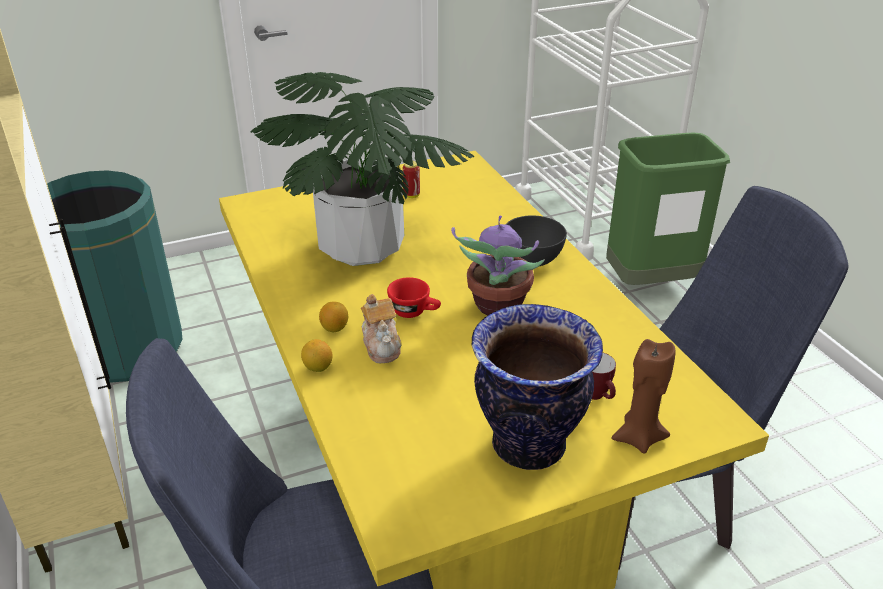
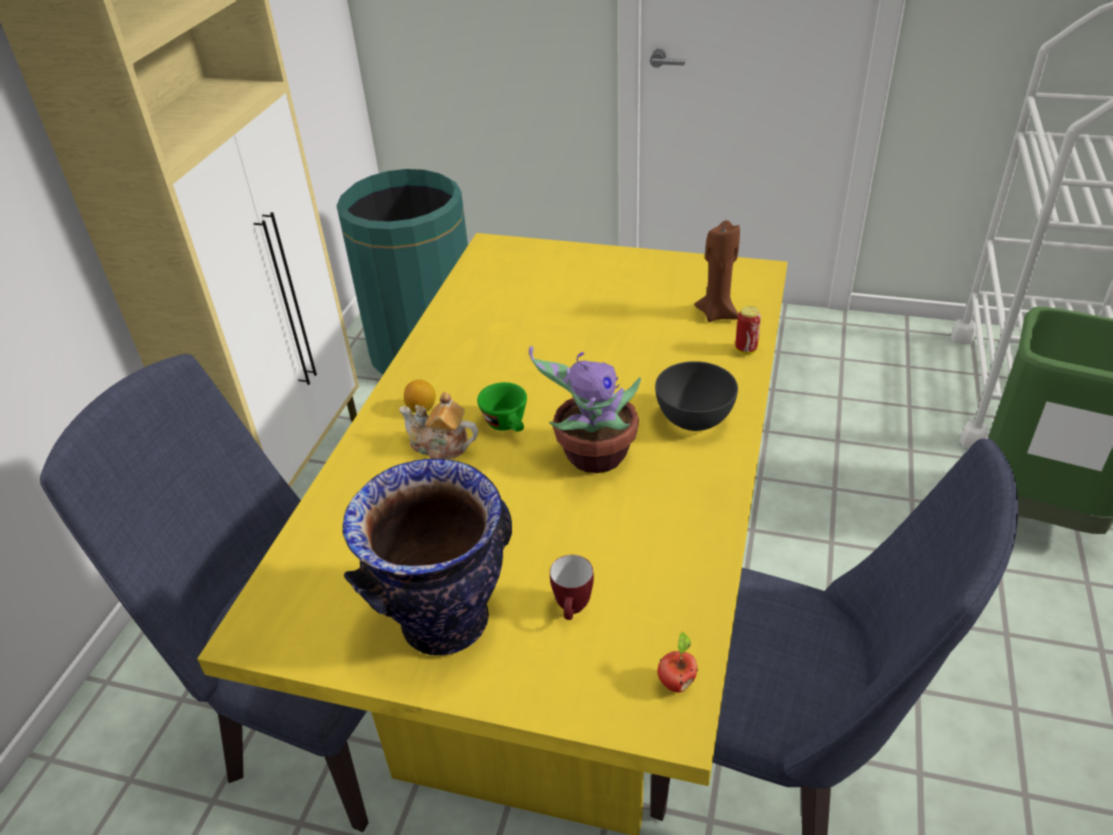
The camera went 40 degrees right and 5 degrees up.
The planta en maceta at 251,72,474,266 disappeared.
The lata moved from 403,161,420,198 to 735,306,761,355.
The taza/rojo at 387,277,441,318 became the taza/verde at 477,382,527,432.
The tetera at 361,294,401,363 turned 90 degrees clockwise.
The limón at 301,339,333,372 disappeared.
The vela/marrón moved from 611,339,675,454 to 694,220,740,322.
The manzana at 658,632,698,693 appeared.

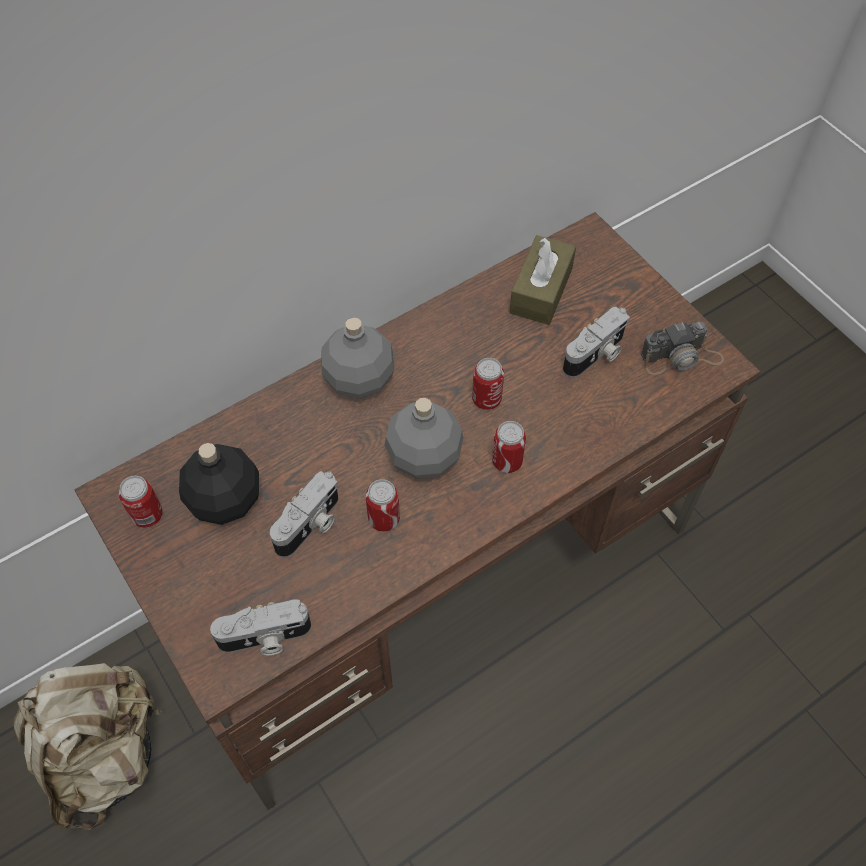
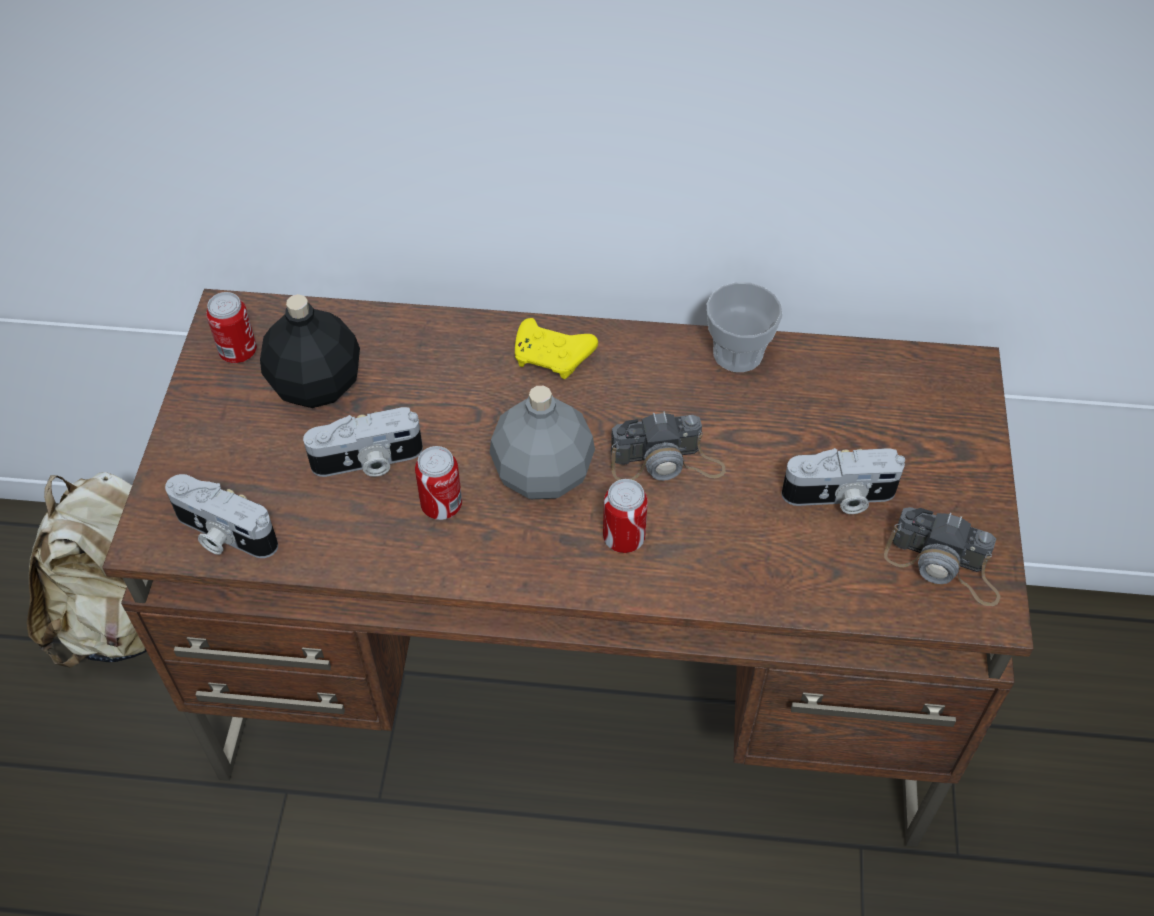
The camera went 40 degrees right and 5 degrees down.
The caja de pañuelos/marrón at 509,235,576,325 disappeared.
The botella/gris at 321,317,394,399 was replaced by the mando de consola/amarillo at 515,318,598,379.
The lata at 472,358,504,410 was replaced by the cámara at 611,412,726,481.
The taza at 707,282,782,372 appeared.

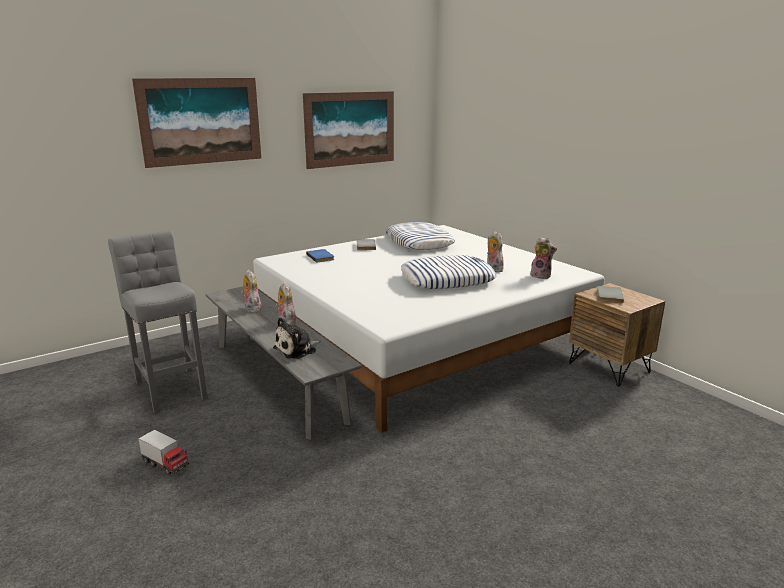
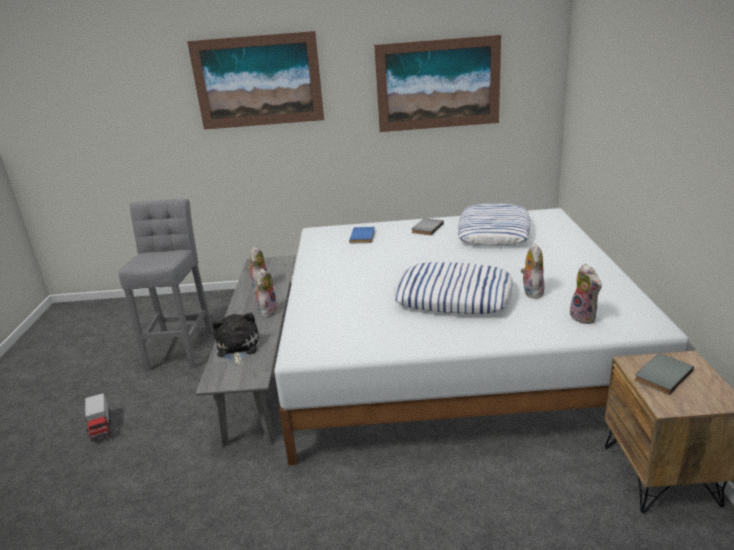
The camera went 35 degrees right and 5 degrees up.
The peluche at 273,317,321,359 turned 90 degrees clockwise.

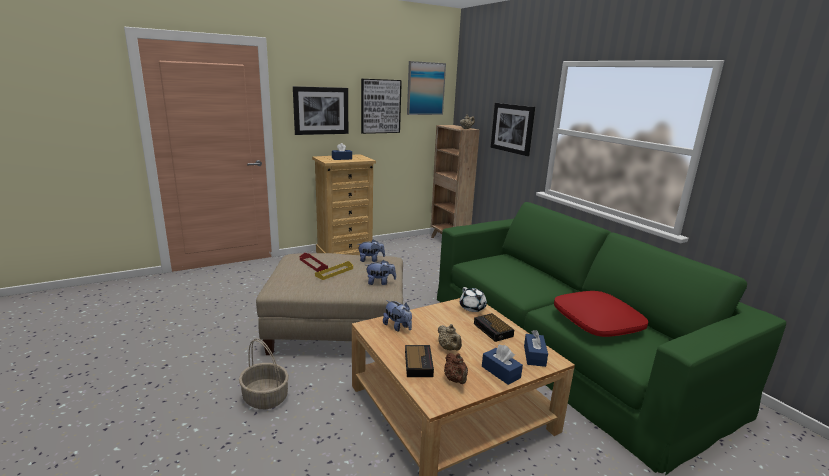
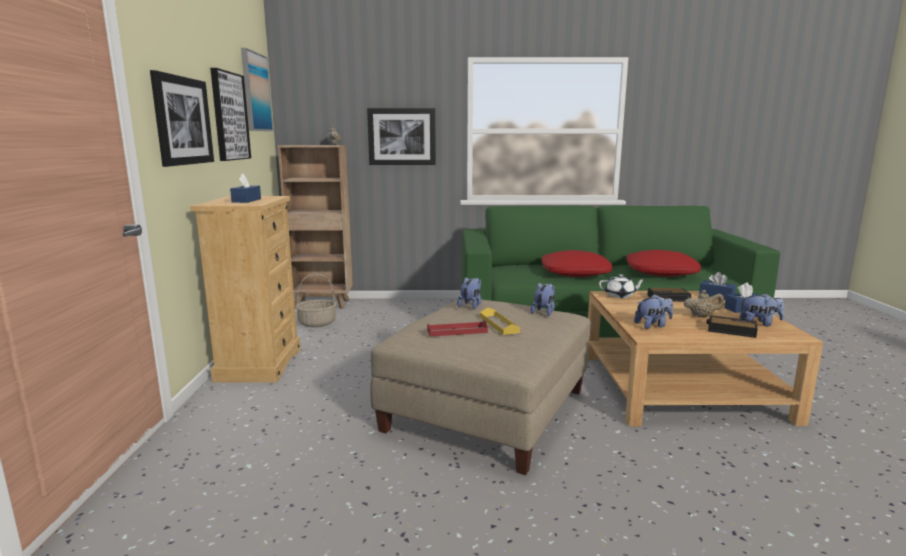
The camera went 60 degrees left and 5 degrees down.
The cesta moved from 239,338,289,409 to 296,273,337,327.
The tetera/marrón at 444,353,468,384 was replaced by the peluche at 740,293,784,326.
The cojín/rojo at 541,250,612,277 appeared.

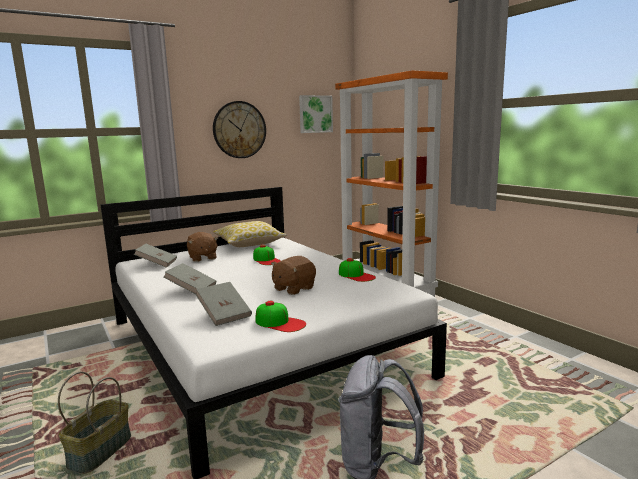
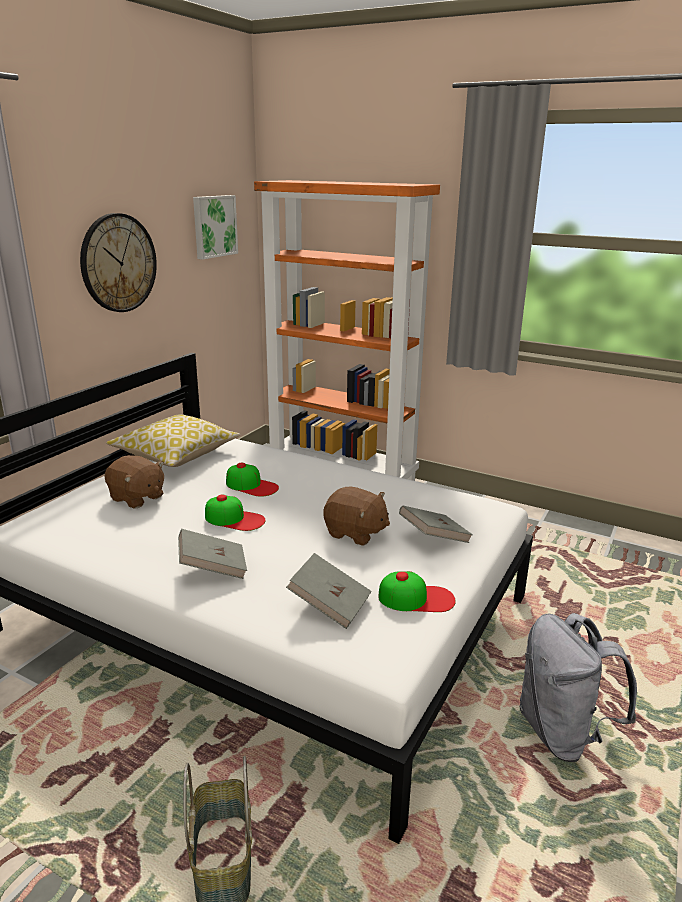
The camera went 30 degrees left and 10 degrees up.
The libro/gris moved from 134,244,177,268 to 399,505,473,543.
The peluche/marrón at 271,256,316,295 turned 75 degrees counterclockwise.
The gorra moved from 339,258,376,282 to 205,494,266,531.

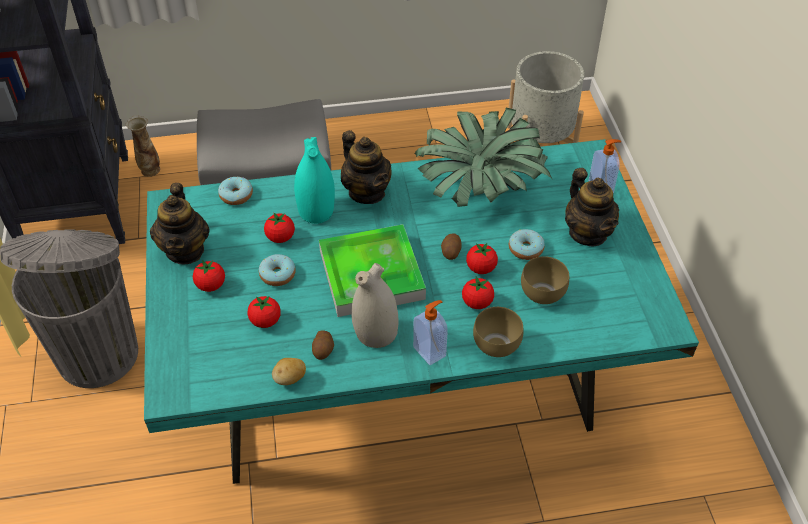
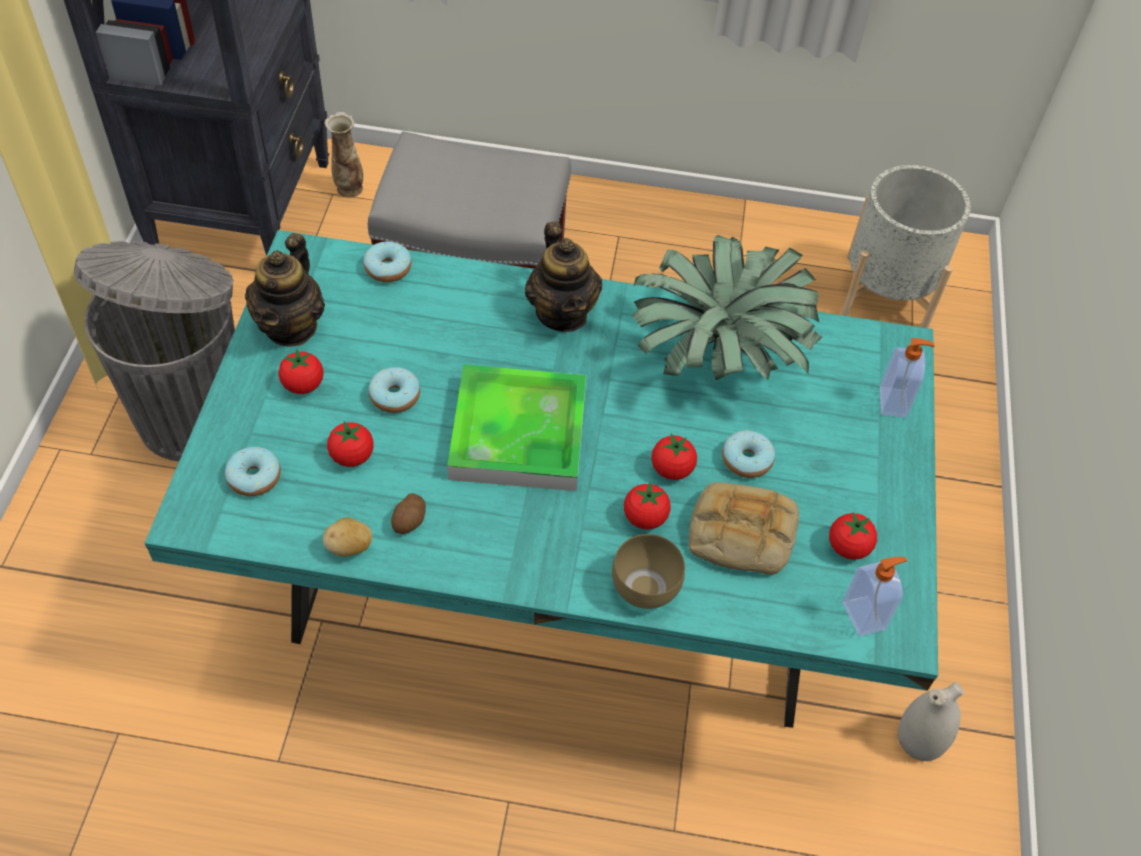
The camera went 15 degrees right and 5 degrees up.
The florero/turquesa at 294,137,335,224 disappeared.
The tetera at 565,168,619,246 disappeared.
The tomate moved from 264,213,295,243 to 829,512,877,560.
The patata at 441,233,462,260 disappeared.
The cuenco/marrón at 521,256,569,304 was replaced by the pan at 689,482,799,575.
The florero/blanco moved from 351,263,398,348 to 898,682,964,761.
The dispensador de jabón moved from 413,300,448,365 to 843,557,907,637.
The rosquilla at 225,447,281,496 appeared.

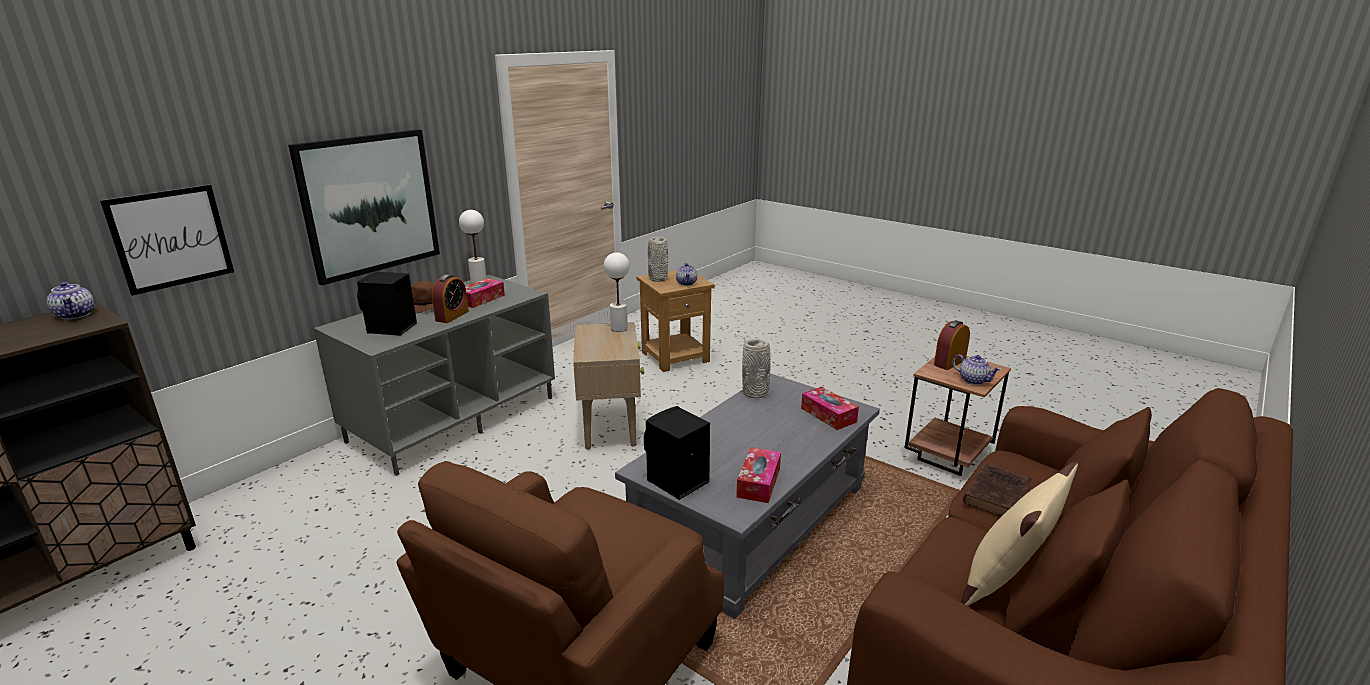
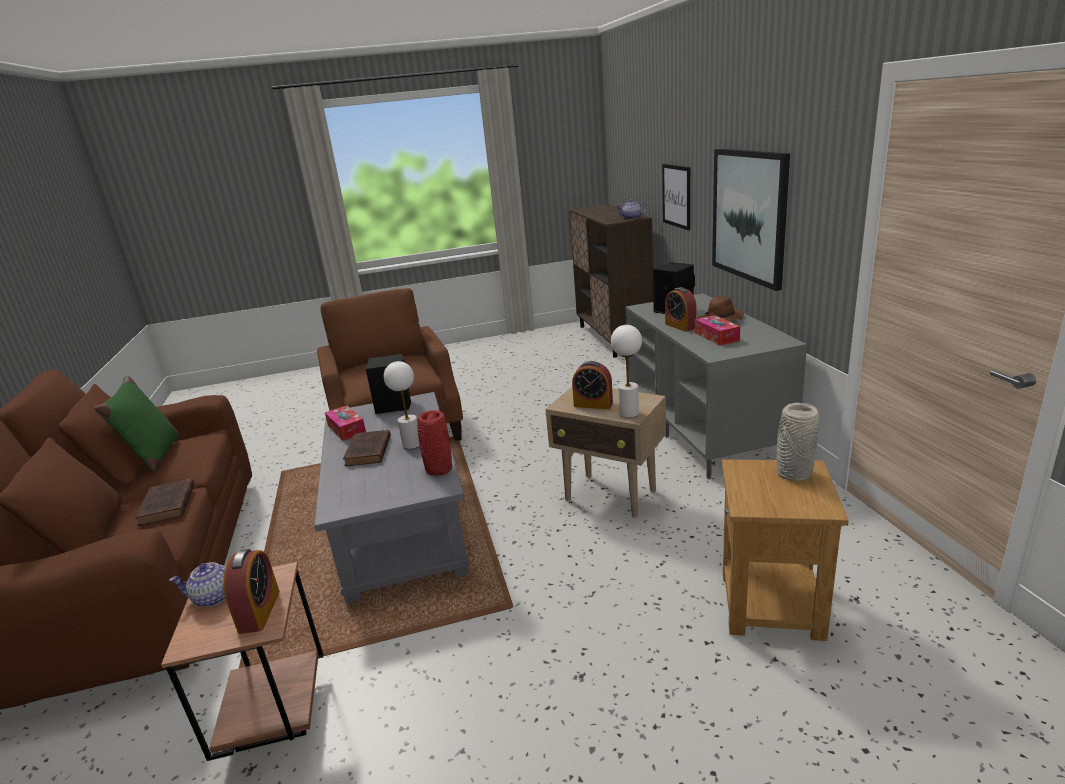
The camera went 130 degrees right and 0 degrees up.
The lámpara de mesa/blanco moved from 459,210,486,284 to 384,361,420,449.
The tetera at 676,263,697,286 disappeared.
The florero/gris at 742,339,771,398 became the florero/rojo at 417,410,452,476.
The caja de pañuelos at 801,387,859,430 disappeared.
The cojín/beis at 961,462,1078,606 became the cojín/verde at 94,376,181,472.
The despertador at 572,361,613,409 appeared.
The libro/marrón at 343,430,391,466 appeared.

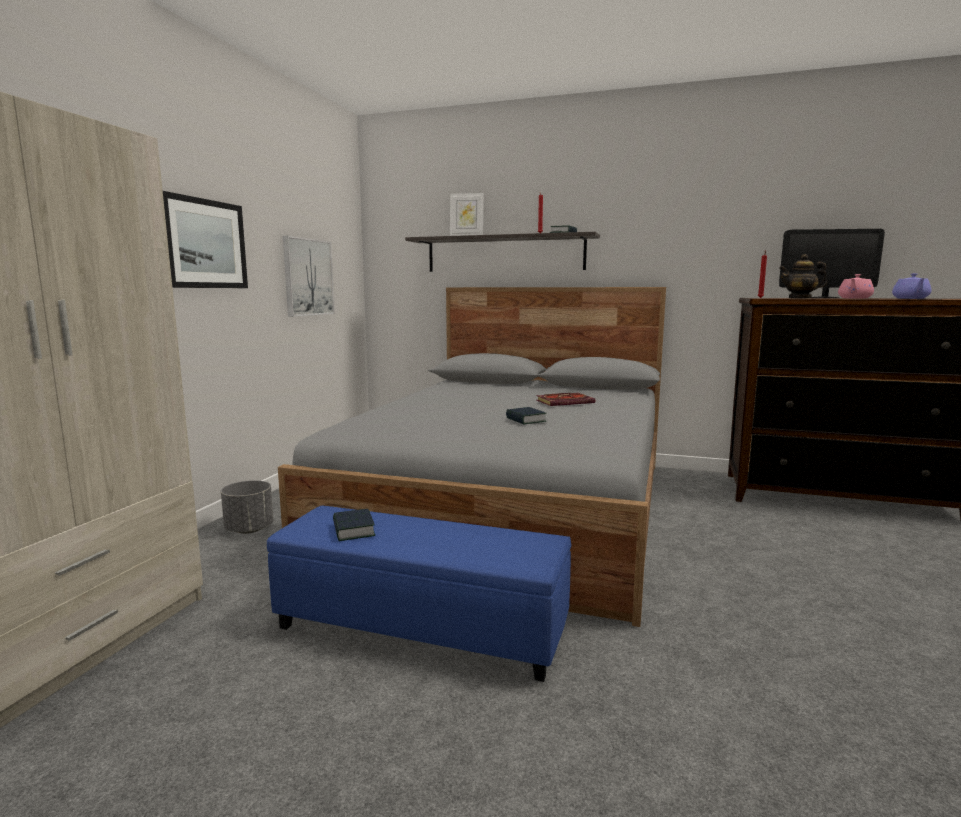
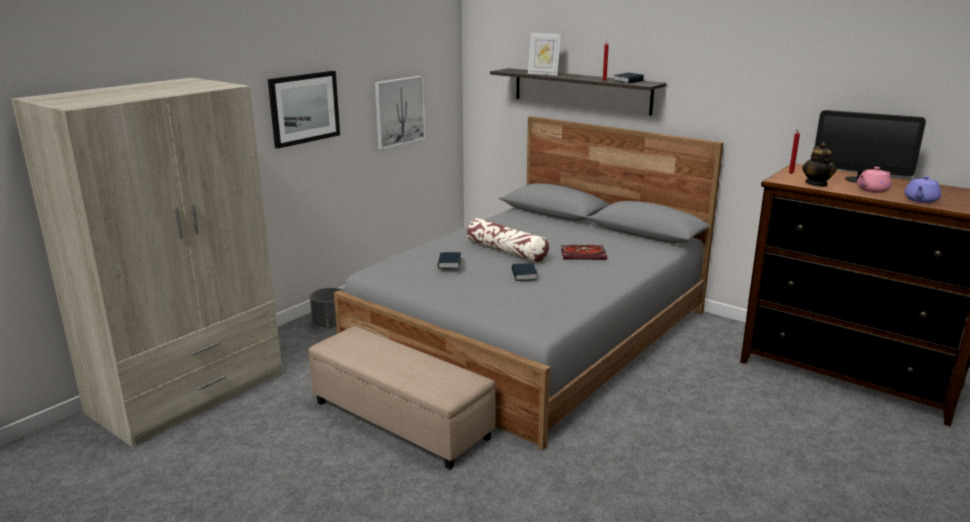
The camera went 20 degrees right and 10 degrees up.
The tetera at 779,254,827,299 turned 105 degrees counterclockwise.
The puf/azul at 267,506,571,682 became the puf/beis at 308,326,496,470.
The libro moved from 333,509,375,541 to 438,252,462,269.
The cojín at 467,218,549,263 appeared.

